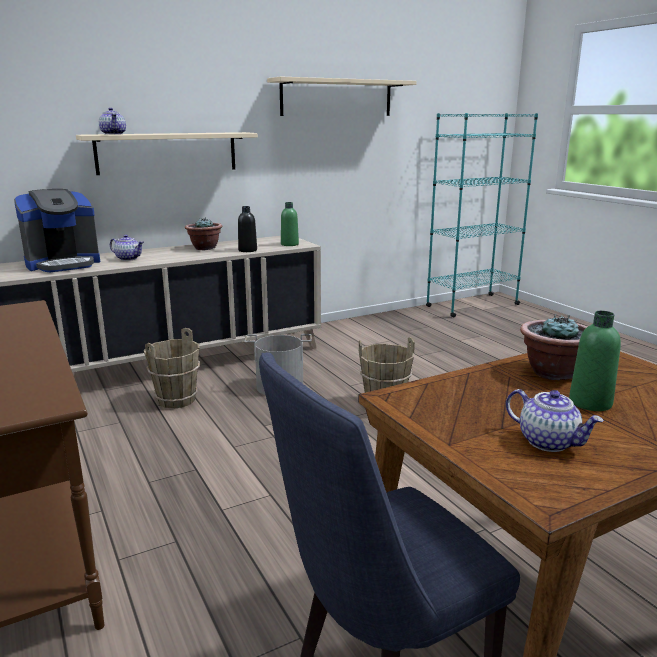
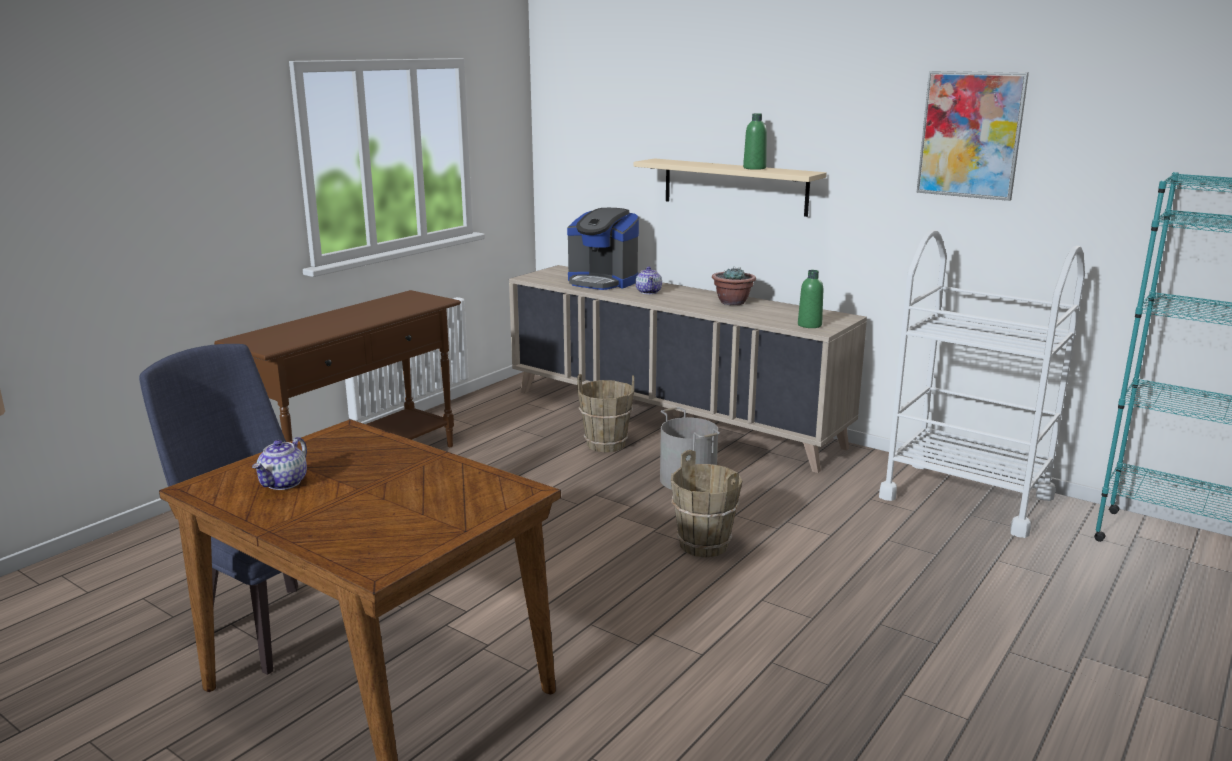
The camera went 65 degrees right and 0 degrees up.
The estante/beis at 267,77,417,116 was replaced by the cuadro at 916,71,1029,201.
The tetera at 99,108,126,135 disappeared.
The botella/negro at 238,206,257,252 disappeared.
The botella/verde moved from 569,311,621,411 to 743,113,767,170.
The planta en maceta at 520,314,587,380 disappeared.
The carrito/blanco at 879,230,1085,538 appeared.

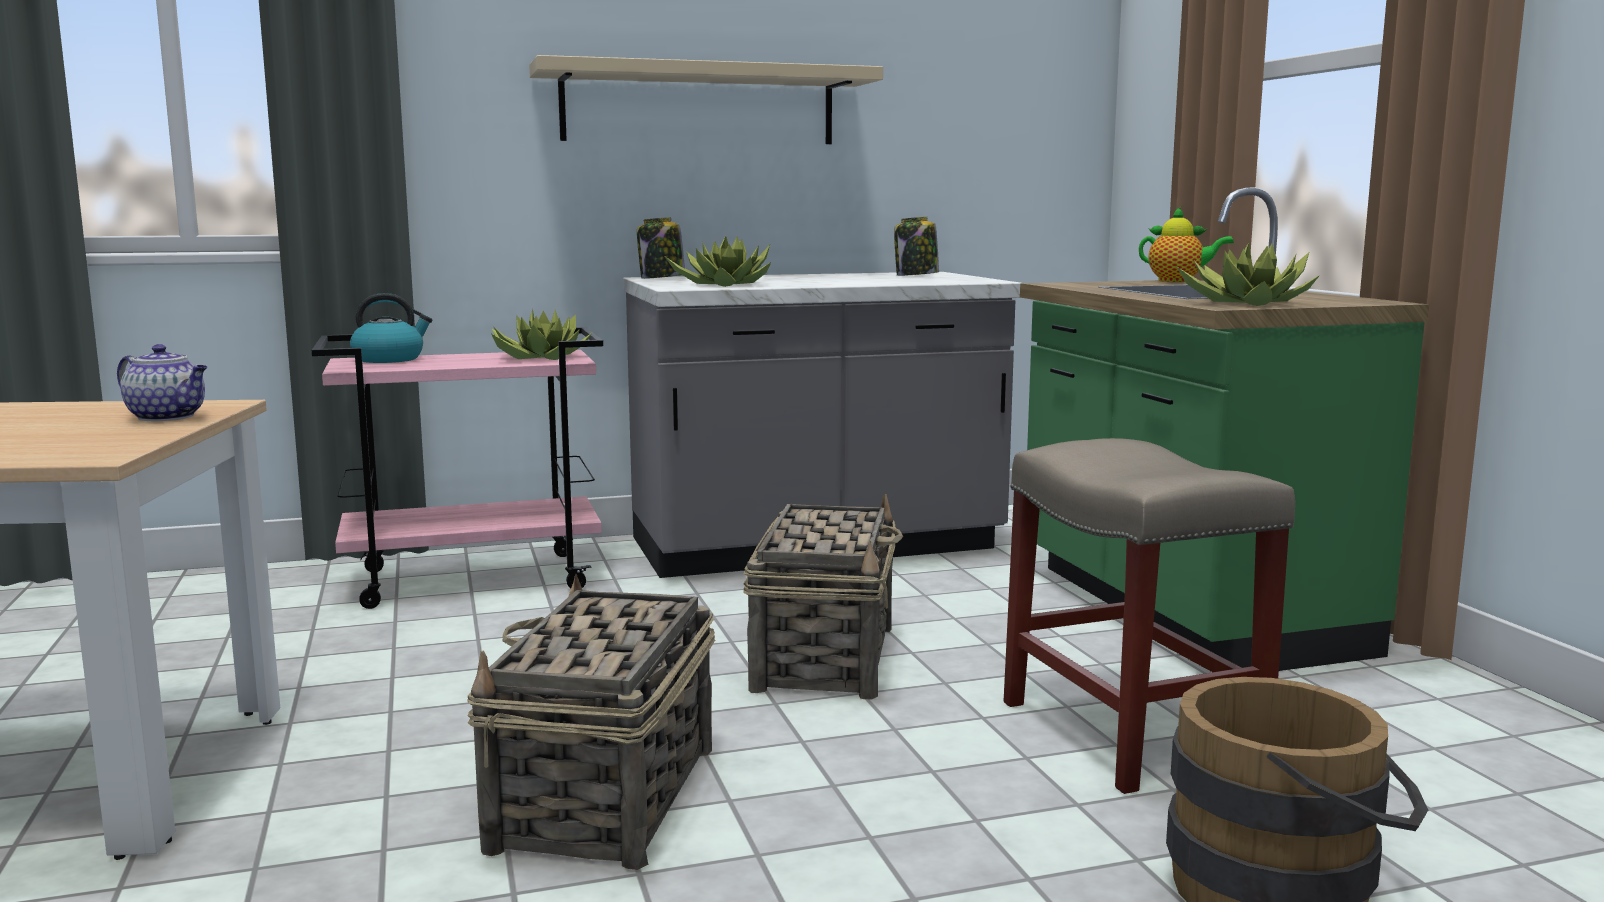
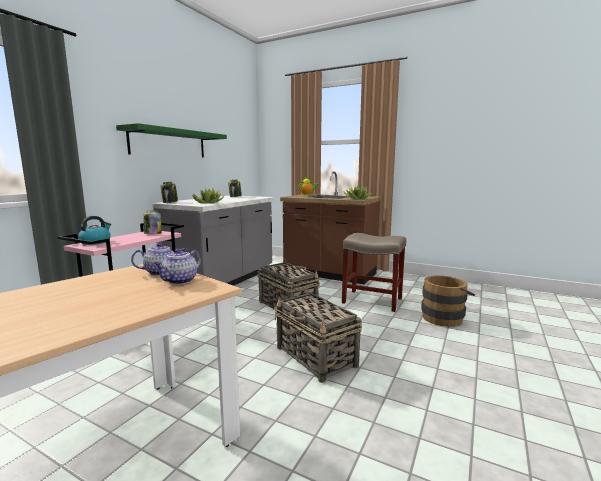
The camera went 45 degrees left and 0 degrees up.
The estante/beis at 529,55,883,144 became the estante/verde at 116,123,227,157.
The mueble bajo de cocina/verde at 1020,187,1429,671 became the mueble bajo de cocina/marrón at 280,172,381,284.
The planta en maceta at 491,308,592,360 was replaced by the tarro at 143,211,162,234.
The tetera at 154,248,201,284 appeared.

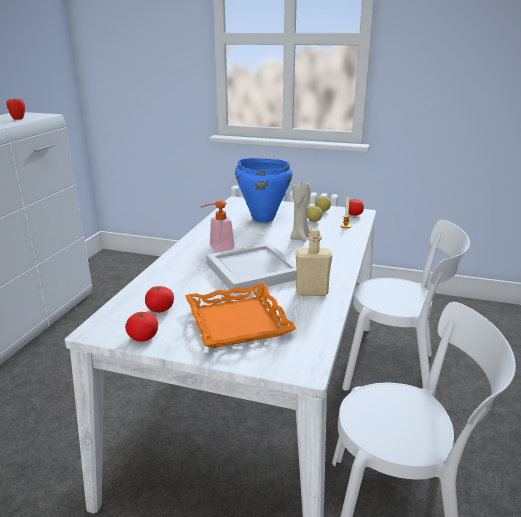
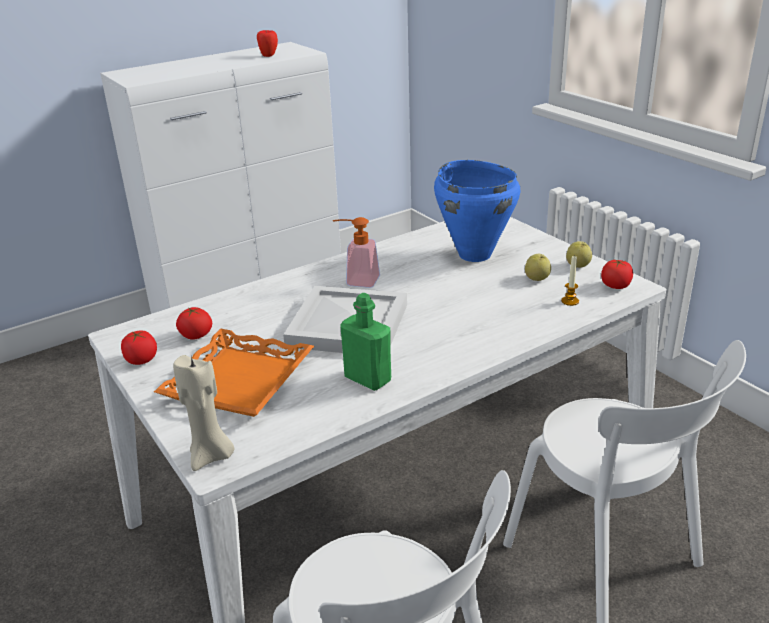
The camera went 40 degrees right and 5 degrees up.
The vela/beis moved from 290,182,311,241 to 173,355,234,471.
The botella/beis at 295,228,332,296 became the botella/verde at 340,293,391,391.

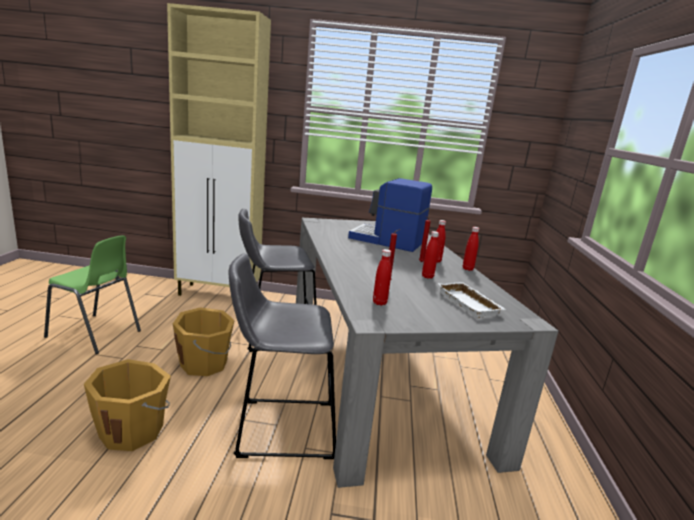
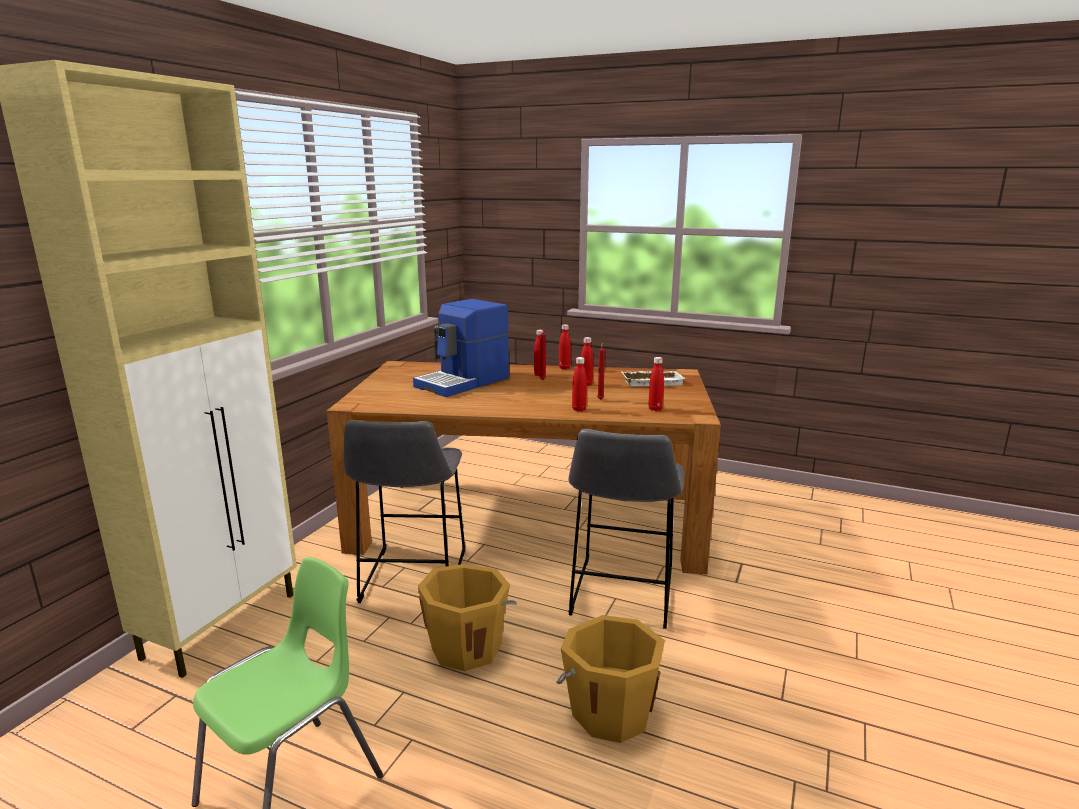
The camera went 70 degrees left and 0 degrees up.
The mesa de comedor/gris at 296,218,558,488 became the mesa de comedor/marrón at 327,361,721,574.
The botella/rojo at 572,357,587,411 appeared.

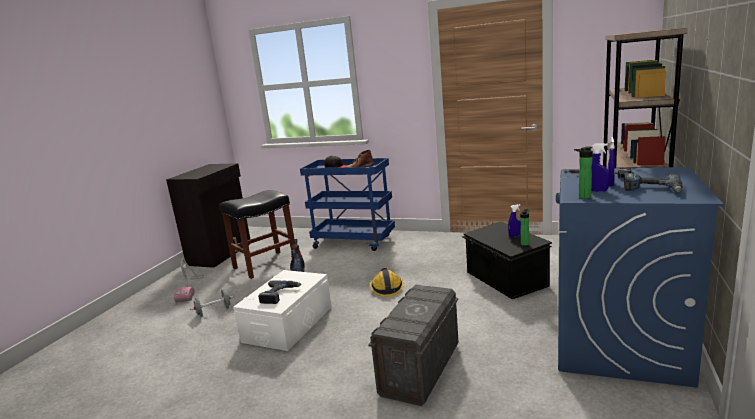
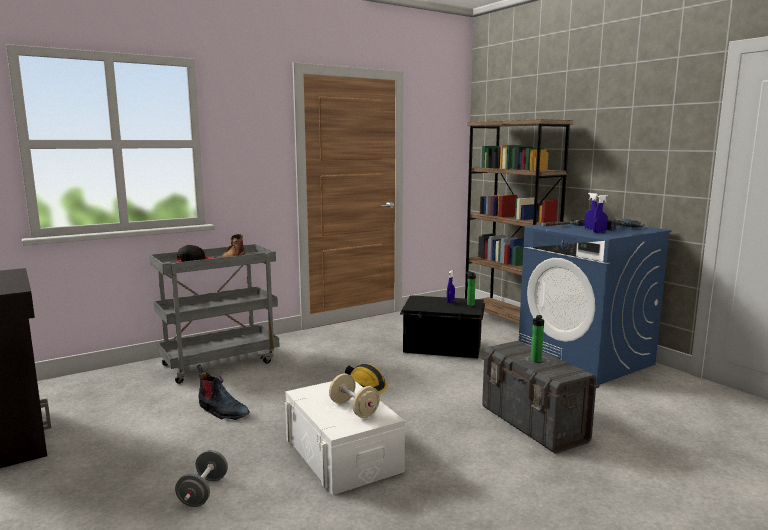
The camera went 55 degrees left and 5 degrees down.
The botella moved from 574,146,593,199 to 531,315,544,363.
The carrito/azul at 300,158,395,251 became the carrito/gris at 150,244,280,384.
The taburete/negro at 220,190,295,279 disappeared.
The aspiradora at 174,259,204,303 disappeared.
The taladro at 258,281,302,304 was replaced by the mancuerna/beis at 329,374,380,418.

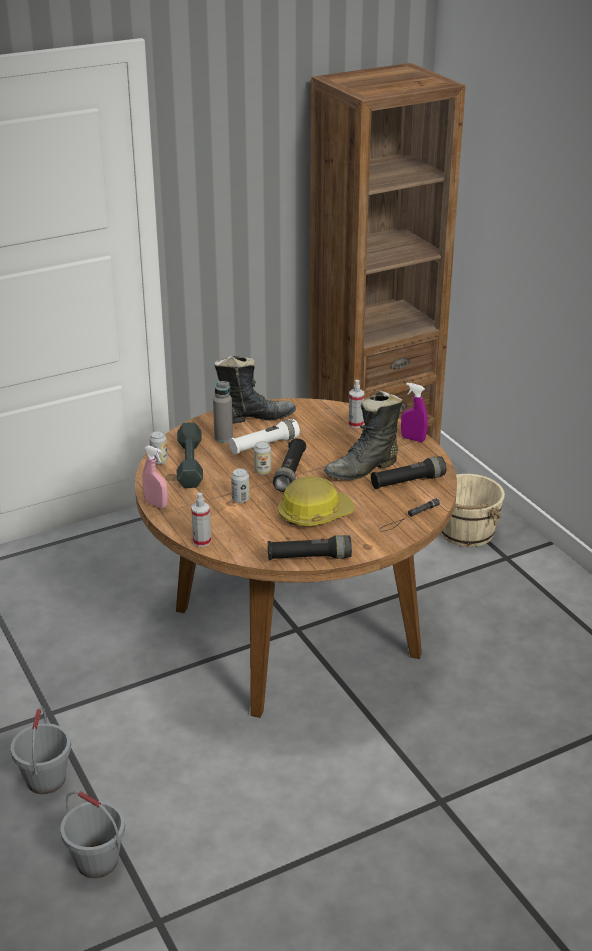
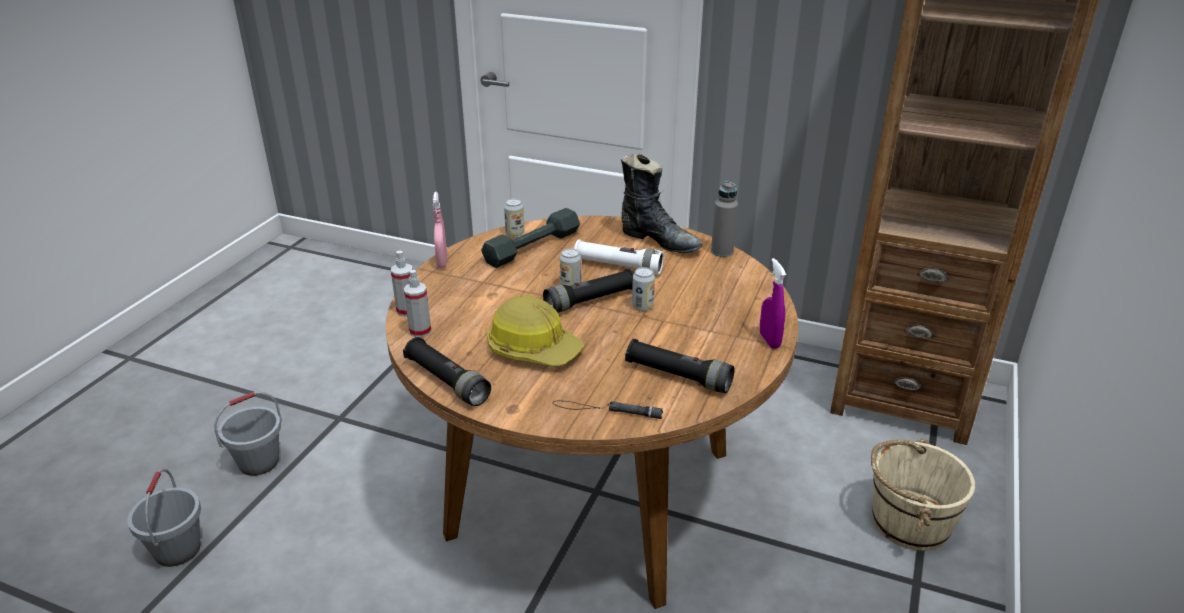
The camera went 50 degrees right and 0 degrees up.
The pulverizador moved from 348,380,364,428 to 404,270,431,338.
The botella/gris moved from 213,381,233,442 to 711,181,738,257.
The bota/negro at 324,390,402,480 disappeared.
The lata moved from 231,468,250,503 to 632,267,655,311.

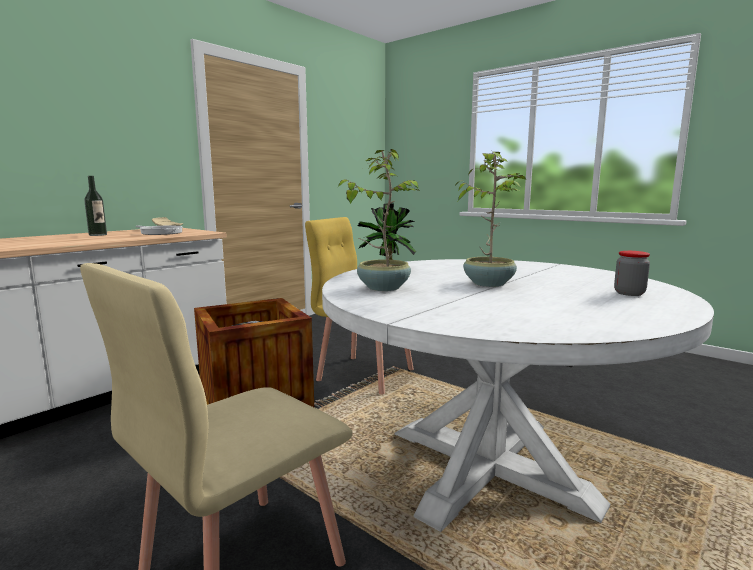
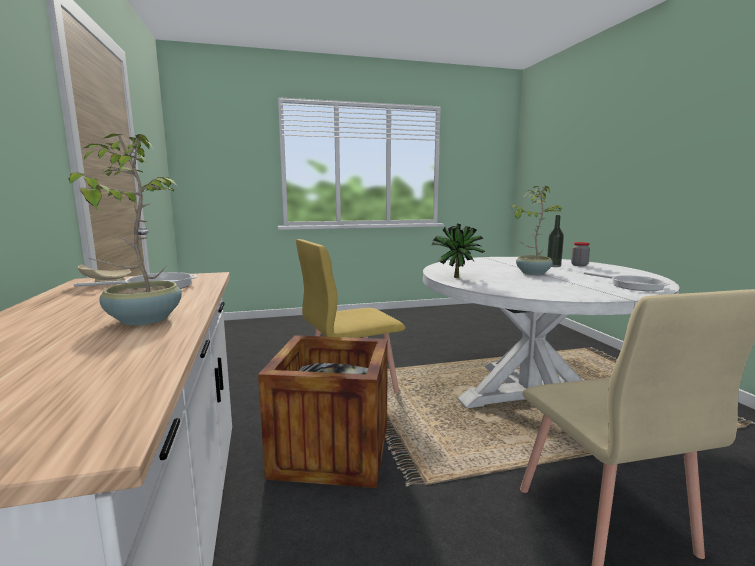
The camera went 55 degrees left and 0 degrees up.
The planta en maceta moved from 338,149,420,291 to 69,134,182,325.
The botella moved from 84,176,107,236 to 547,215,564,267.
The sartén at 584,272,670,291 appeared.

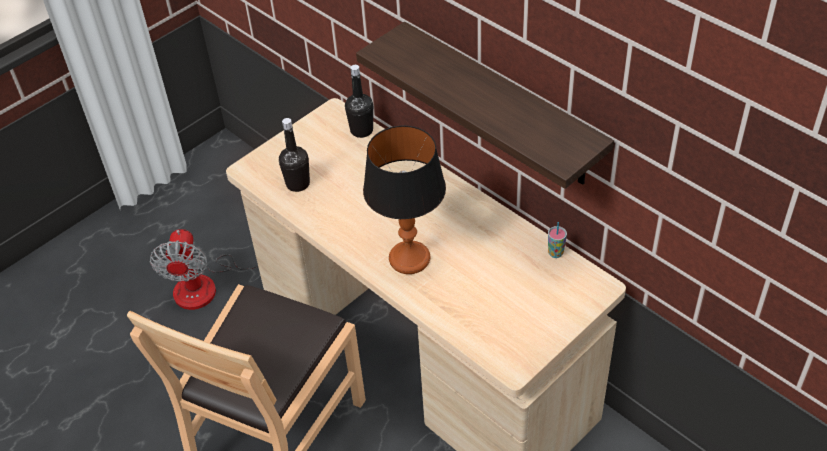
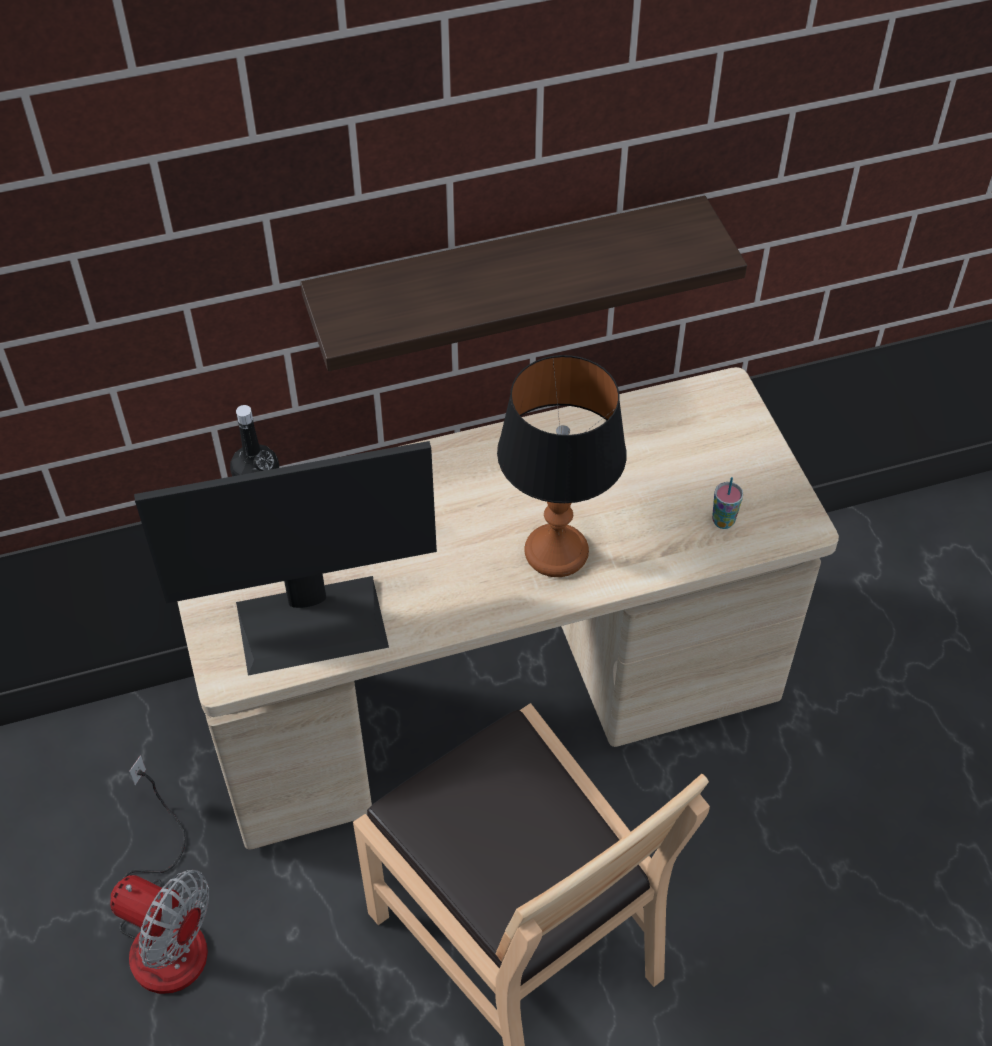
The camera went 65 degrees left and 5 degrees up.
The botella/negro at 279,118,310,192 was replaced by the monitor at 134,441,437,676.
The taza moved from 548,222,567,258 to 712,477,743,529.

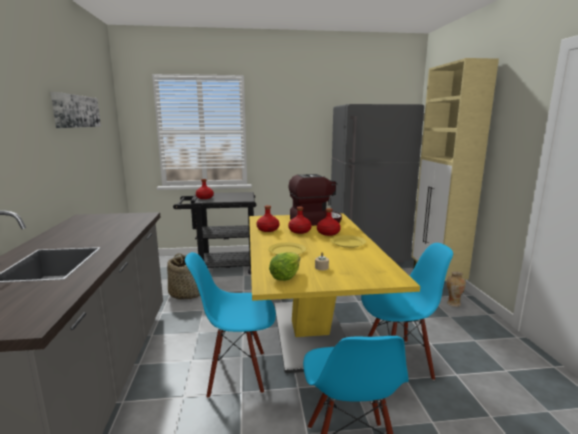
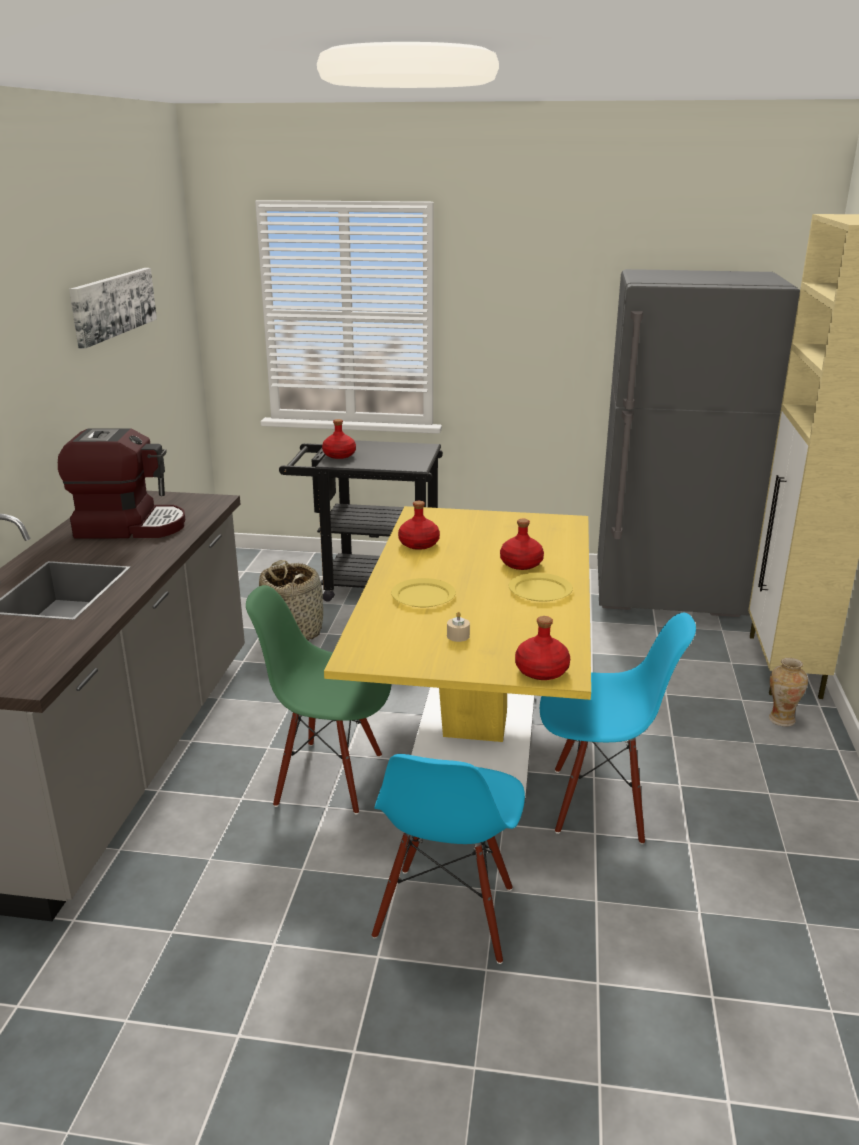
The camera went 15 degrees right and 10 degrees up.
The cafetera moved from 288,174,342,226 to 58,428,185,539.
The botella/rojo moved from 288,207,312,234 to 515,616,570,680.
The silla/azul at 185,252,276,398 became the silla/verde at 246,585,391,814.
The lechuga at 269,252,300,281 disappeared.

